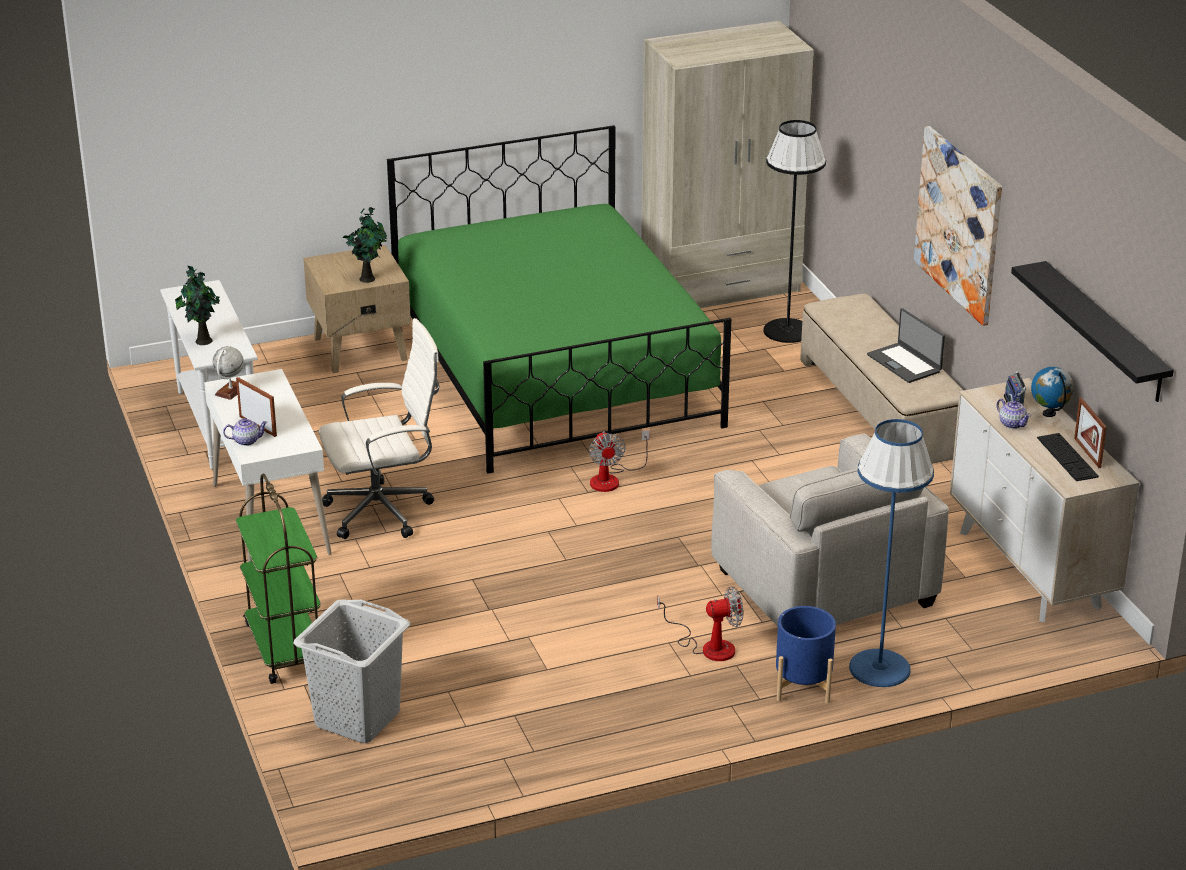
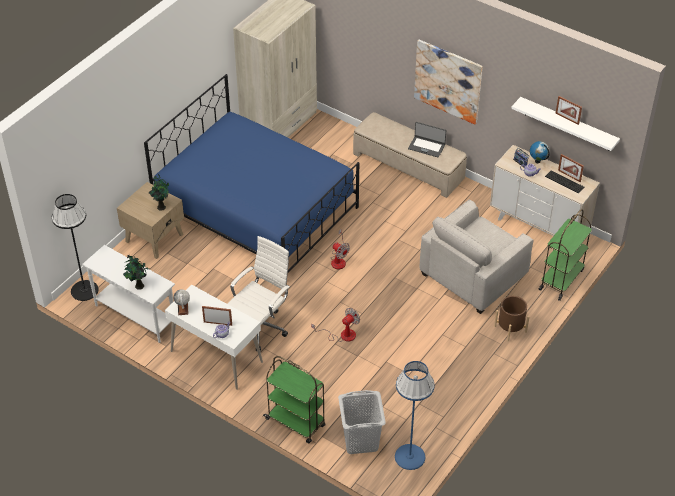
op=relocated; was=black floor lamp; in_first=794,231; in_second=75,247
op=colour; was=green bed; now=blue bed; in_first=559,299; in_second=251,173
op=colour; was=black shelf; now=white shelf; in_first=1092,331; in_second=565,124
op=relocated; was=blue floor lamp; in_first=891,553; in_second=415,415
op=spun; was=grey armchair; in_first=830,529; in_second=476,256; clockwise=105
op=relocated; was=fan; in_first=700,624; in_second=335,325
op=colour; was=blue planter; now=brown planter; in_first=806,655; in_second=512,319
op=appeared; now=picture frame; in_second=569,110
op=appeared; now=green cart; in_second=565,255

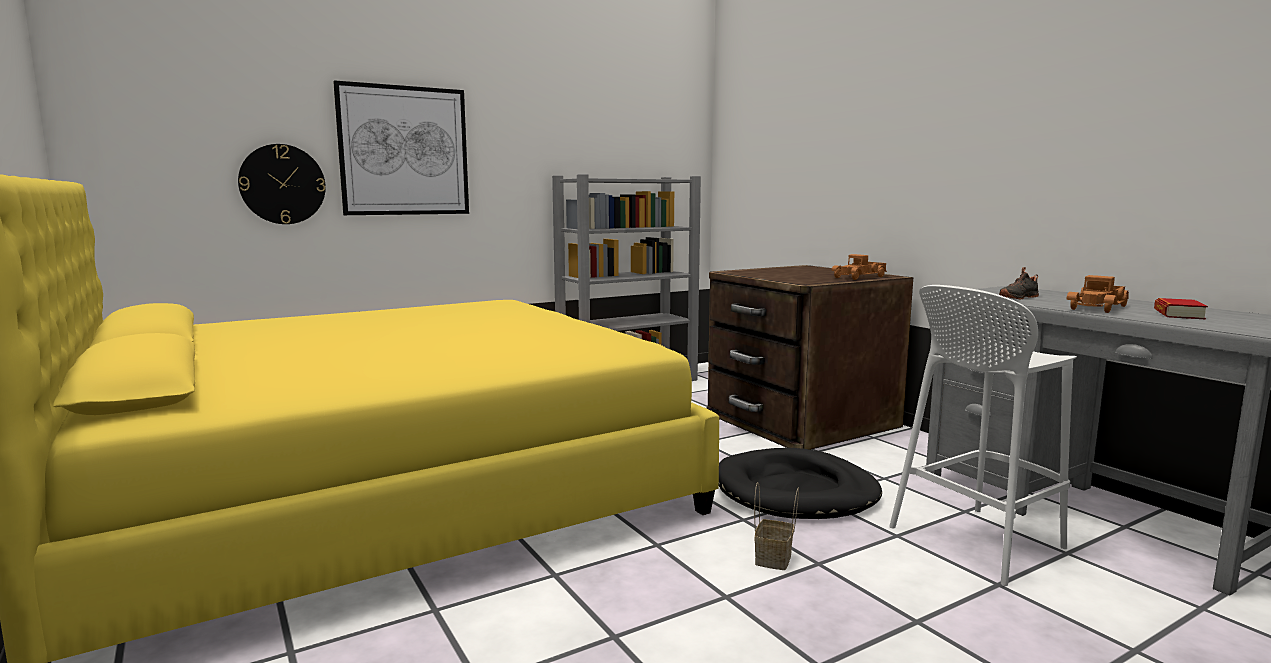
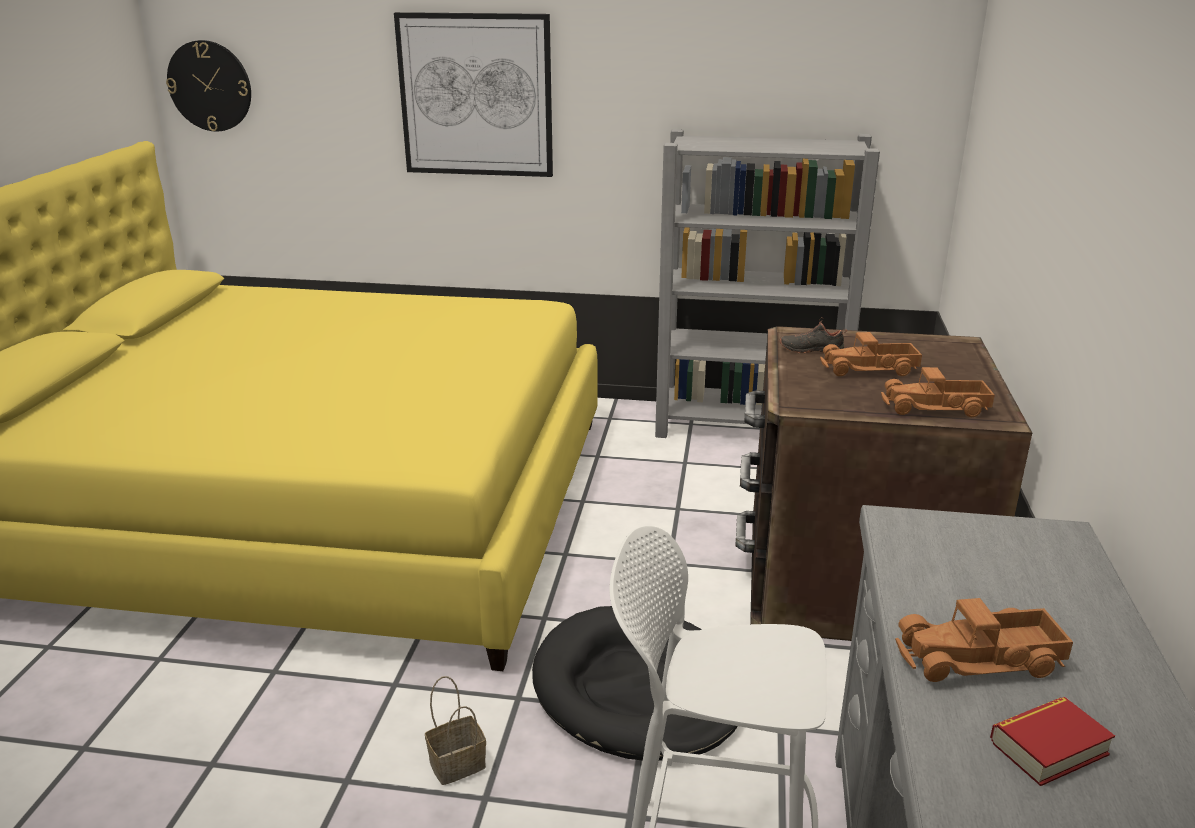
op=relocated; was=wall clock; in_first=282,184; in_second=208,86
op=relocated; was=black shoe; in_first=1019,283; in_second=813,335
op=appeared; now=toy truck; in_second=871,354

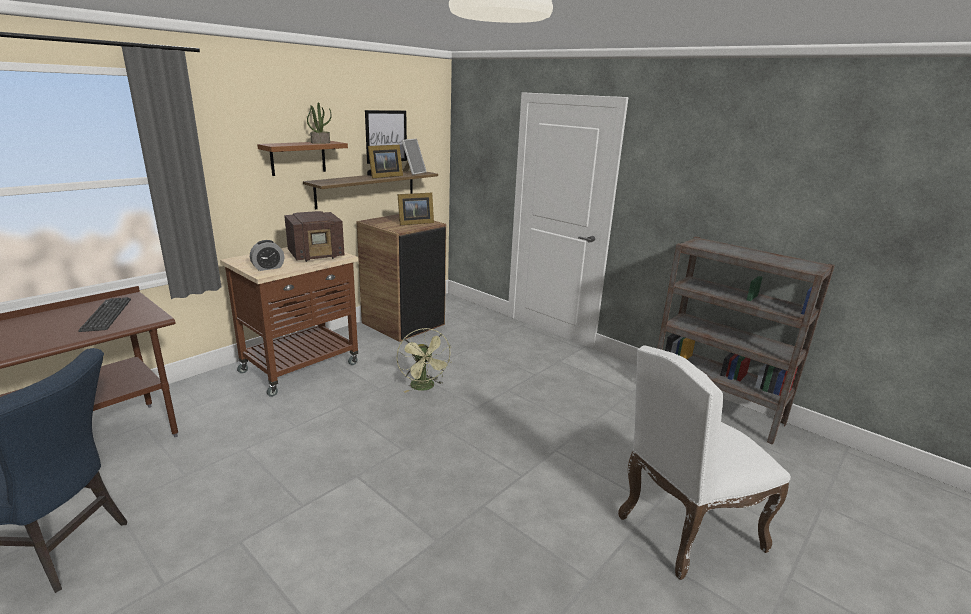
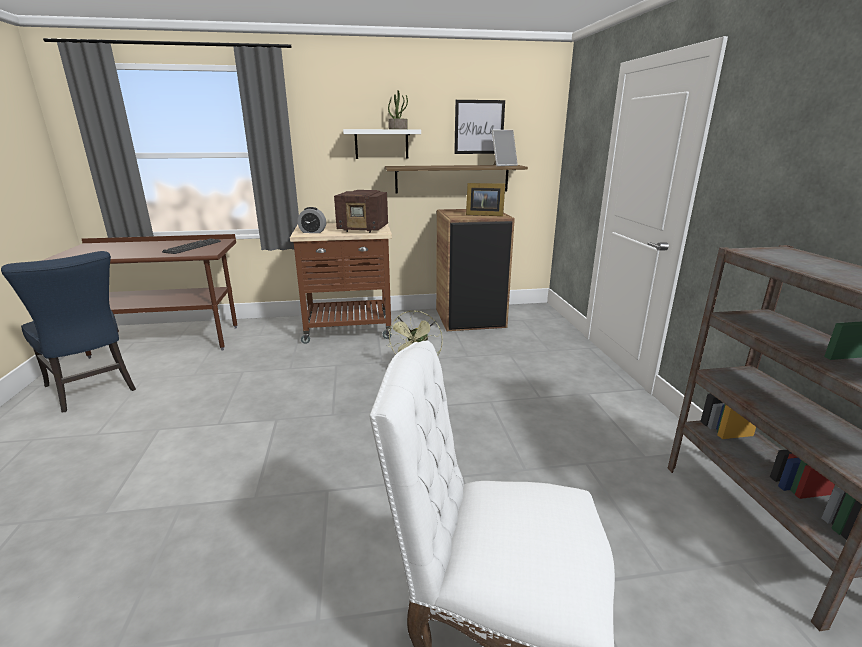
op=colour; was=brown shelf; now=white shelf; in_first=302,158; in_second=382,144
op=missing; was=picture frame; in_first=385,162

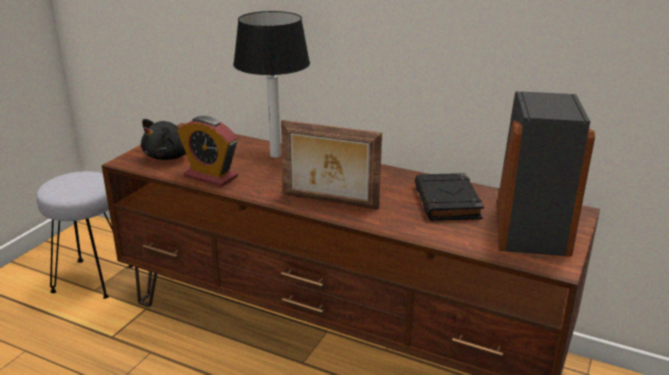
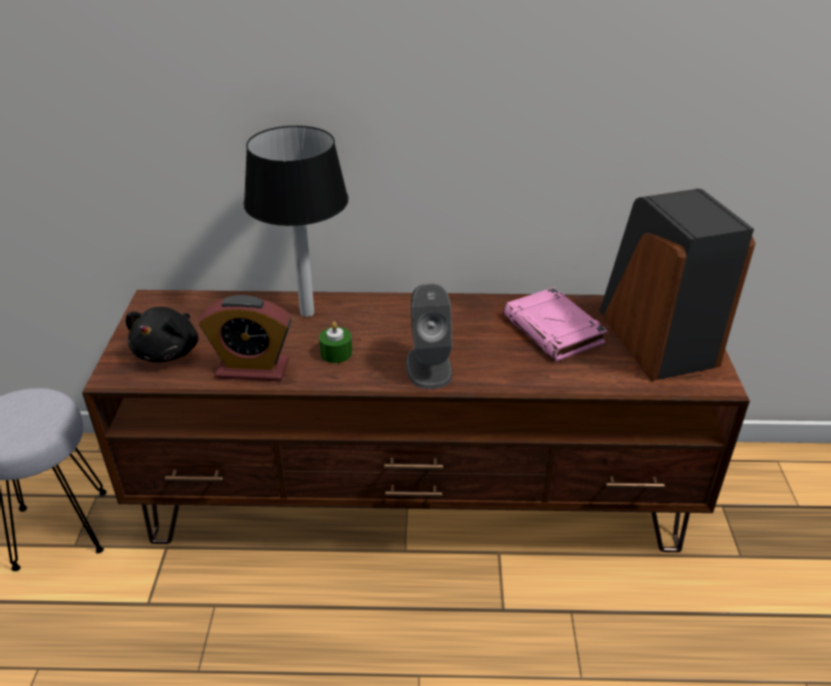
op=exchanged; was=picture frame; now=grey speaker; in_first=331,165; in_second=429,336
op=colour; was=black book; now=pink book; in_first=449,197; in_second=555,324
op=appeared; now=green candle; in_second=335,342

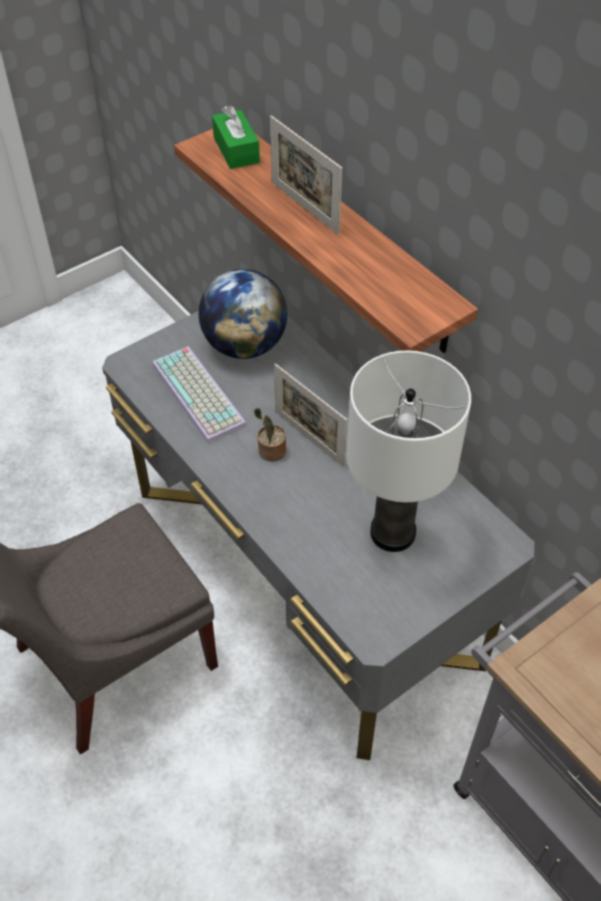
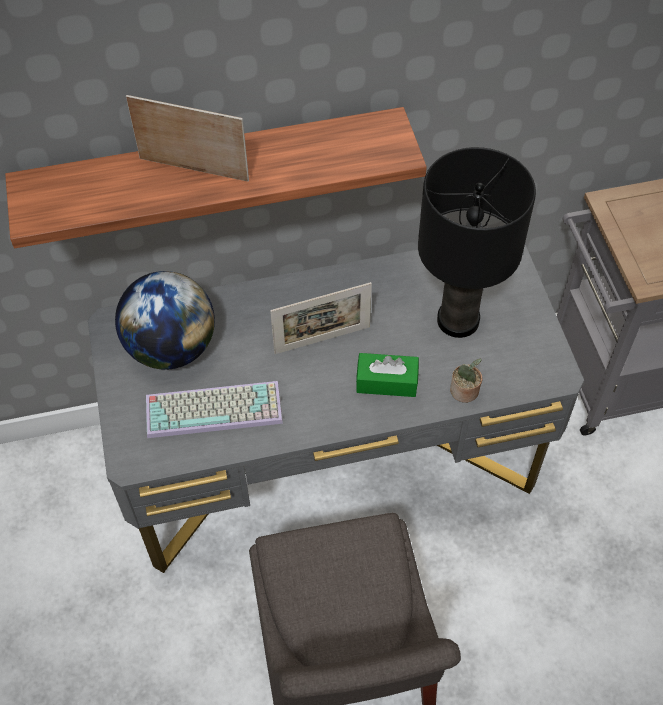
op=relocated; was=green tissue box; in_first=236,137; in_second=387,375
op=spun; was=picture frame; in_first=306,175; in_second=187,138; clockwise=-150
op=colour; was=white table lamp; now=black table lamp; in_first=408,451; in_second=477,242
op=relocated; was=potted plant; in_first=270,435; in_second=466,380

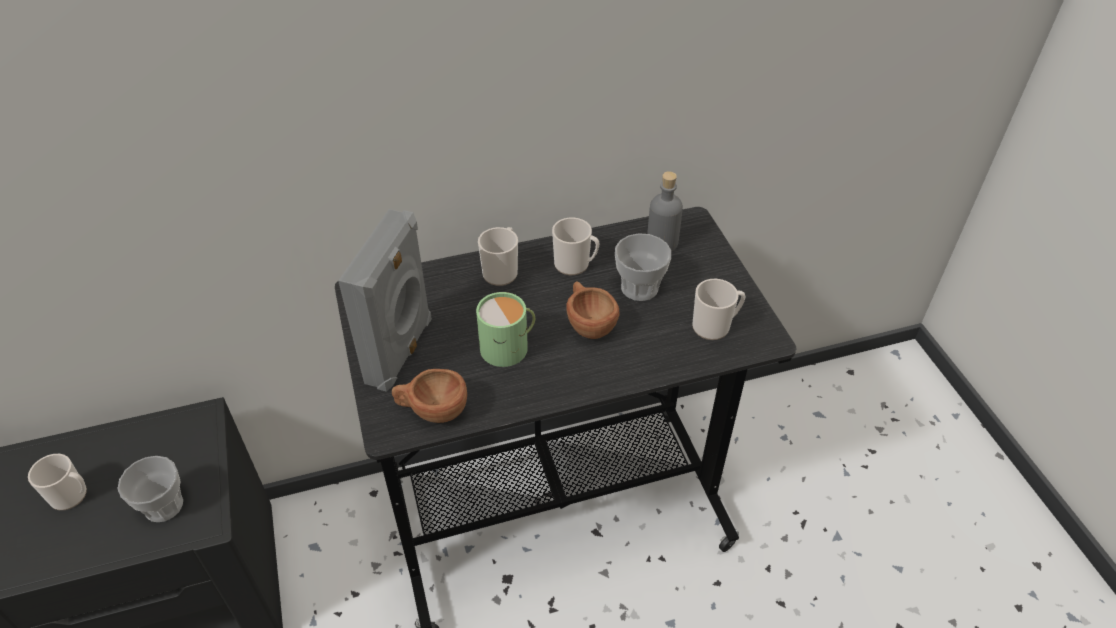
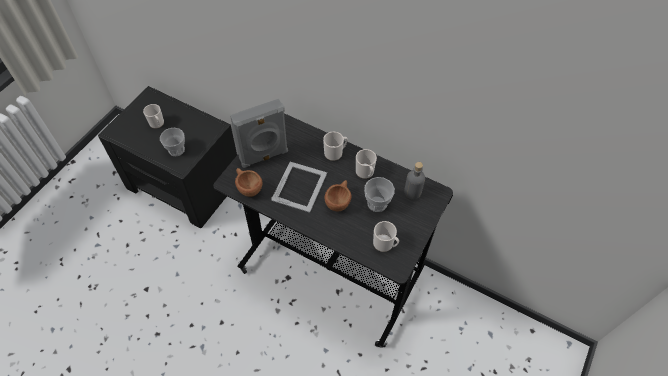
op=exchanged; was=green mug; now=picture frame; in_first=505,329; in_second=299,187

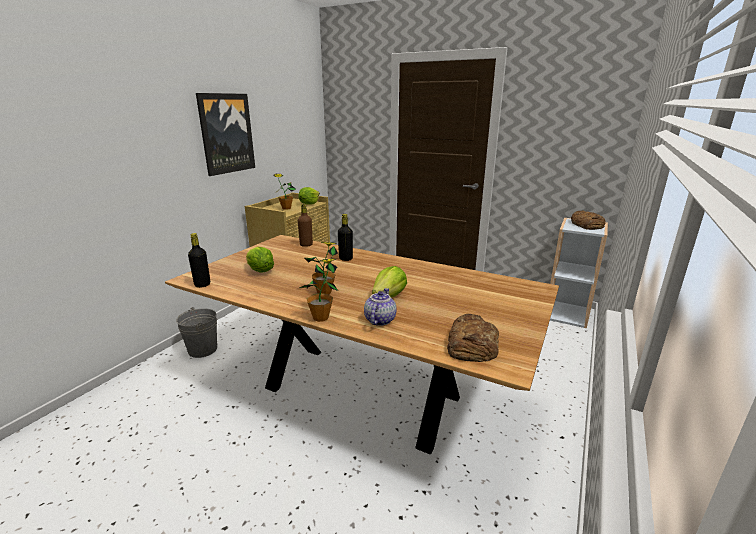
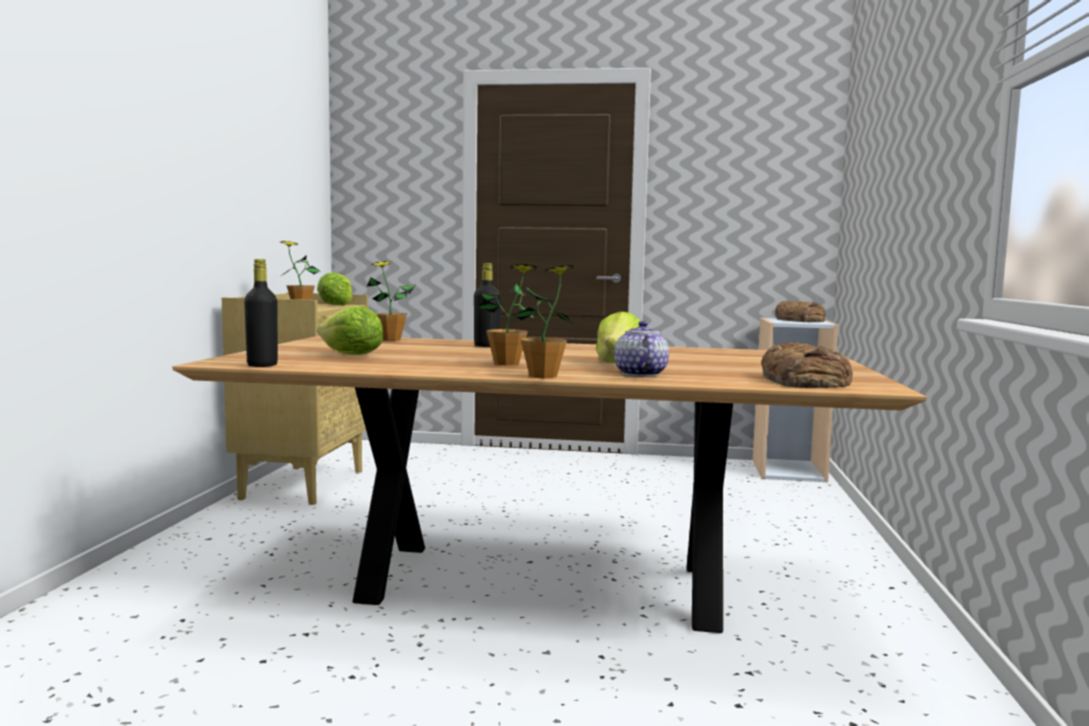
op=missing; was=picture; in_first=225,134
op=exchanged; was=brown bottle; now=potted plant; in_first=305,225; in_second=391,301
op=missing; was=grey bucket; in_first=196,332

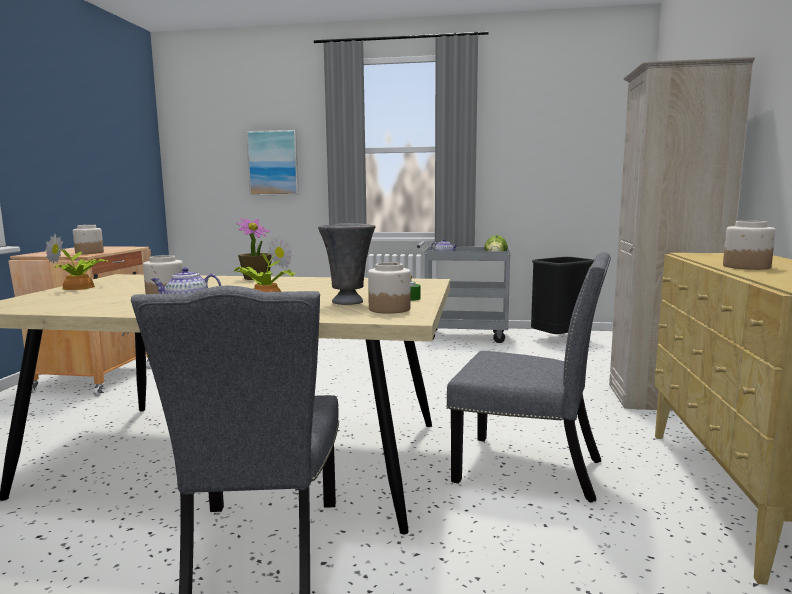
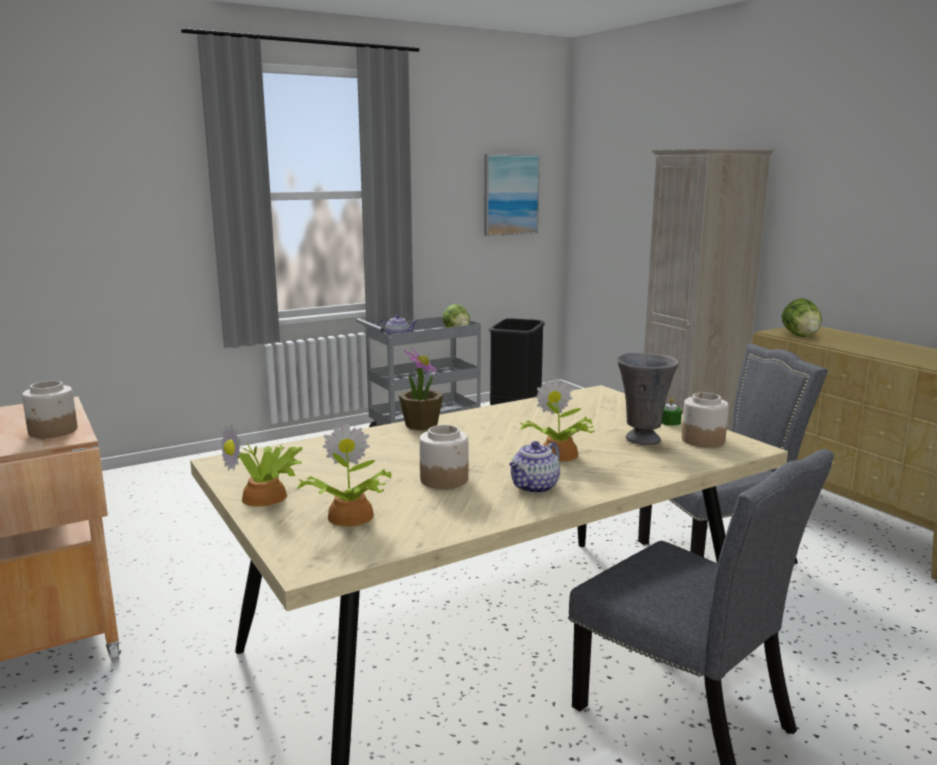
op=relocated; was=picture; in_first=272,162; in_second=512,195
op=missing; was=jar; in_first=749,245
op=appeared; now=lettuce; in_second=802,317
op=appeared; now=potted plant; in_second=344,475

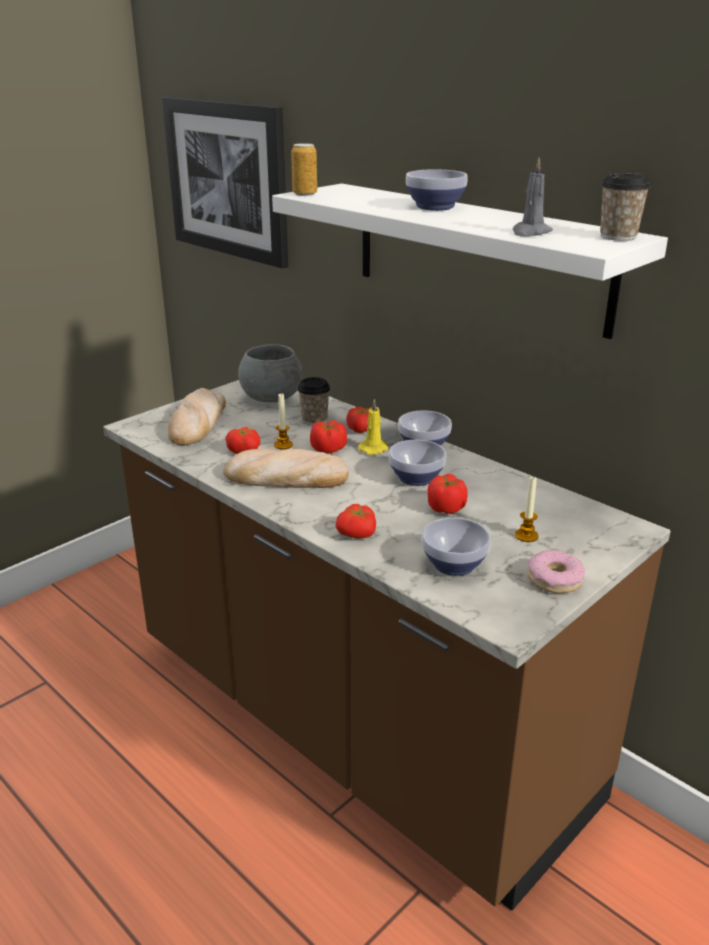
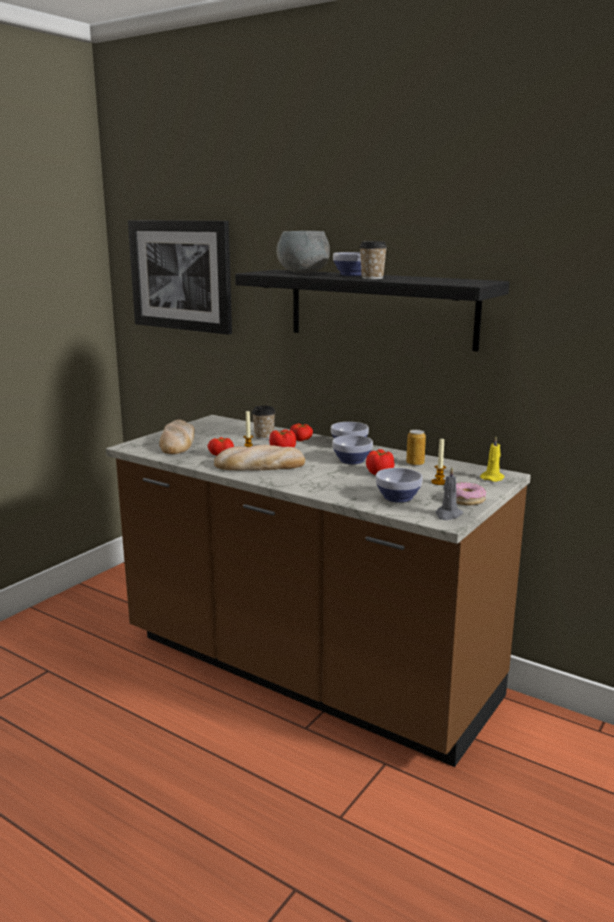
op=relocated; was=can; in_first=304,169; in_second=416,448
op=relocated; was=grey candle; in_first=533,197; in_second=449,493
op=relocated; was=cup; in_first=625,207; in_second=373,260
op=colour; was=white shelf; now=black shelf; in_first=470,261; in_second=372,311
op=relocated; was=grey bowl; in_first=270,373; in_second=303,252
op=relocated; was=yellow candle; in_first=373,427; in_second=492,459
op=missing; was=tomato; in_first=356,521

